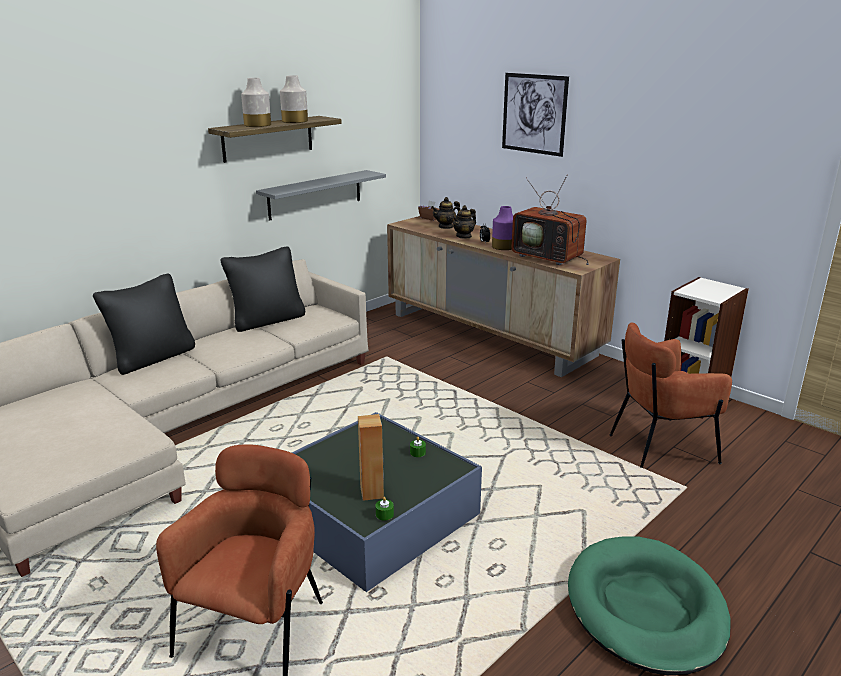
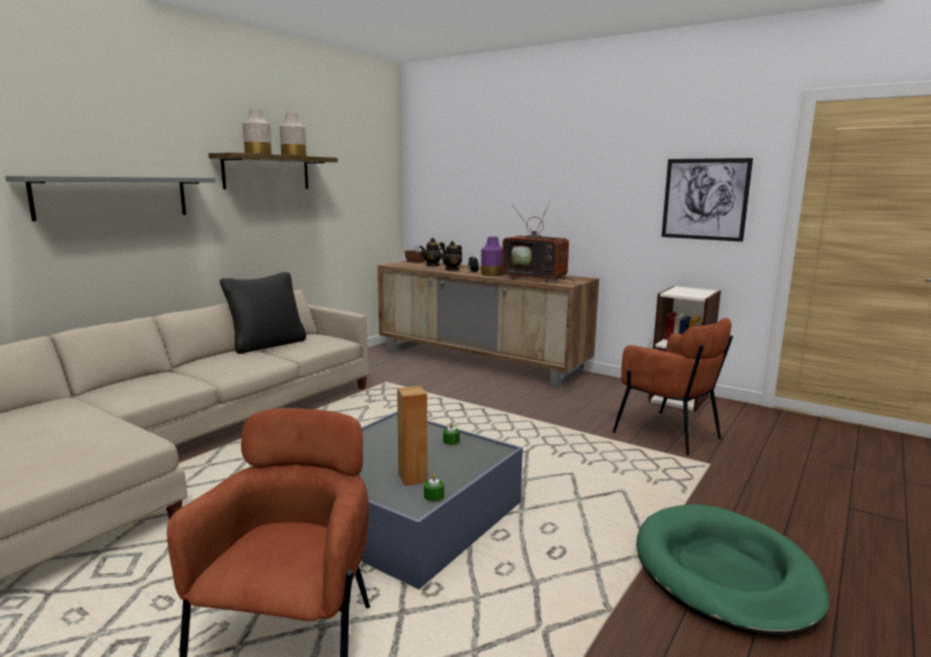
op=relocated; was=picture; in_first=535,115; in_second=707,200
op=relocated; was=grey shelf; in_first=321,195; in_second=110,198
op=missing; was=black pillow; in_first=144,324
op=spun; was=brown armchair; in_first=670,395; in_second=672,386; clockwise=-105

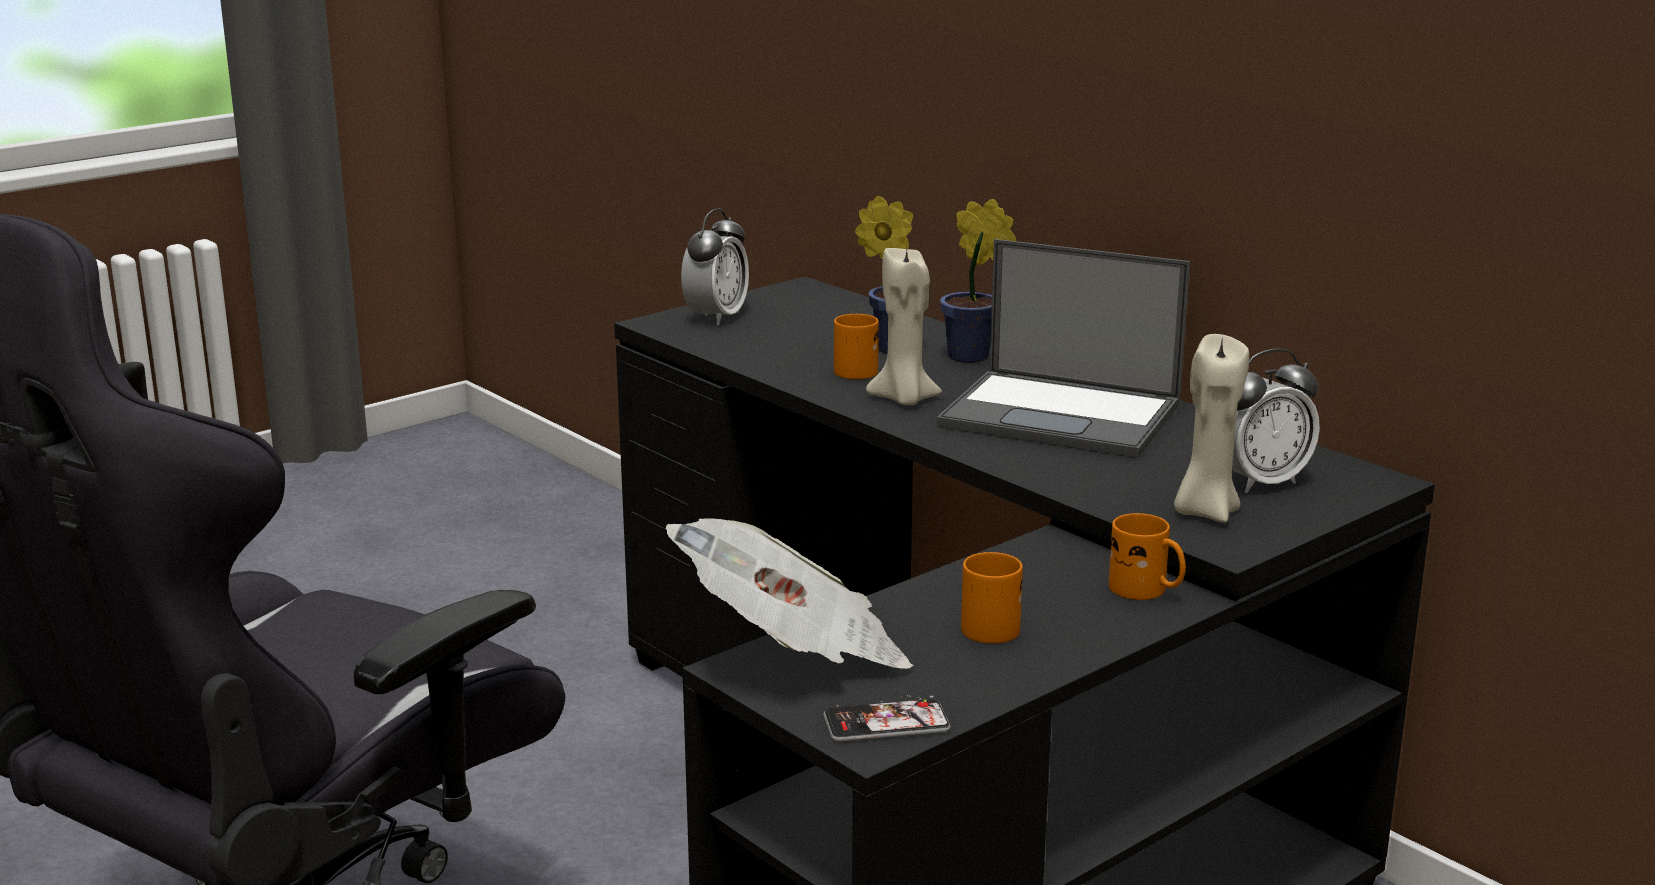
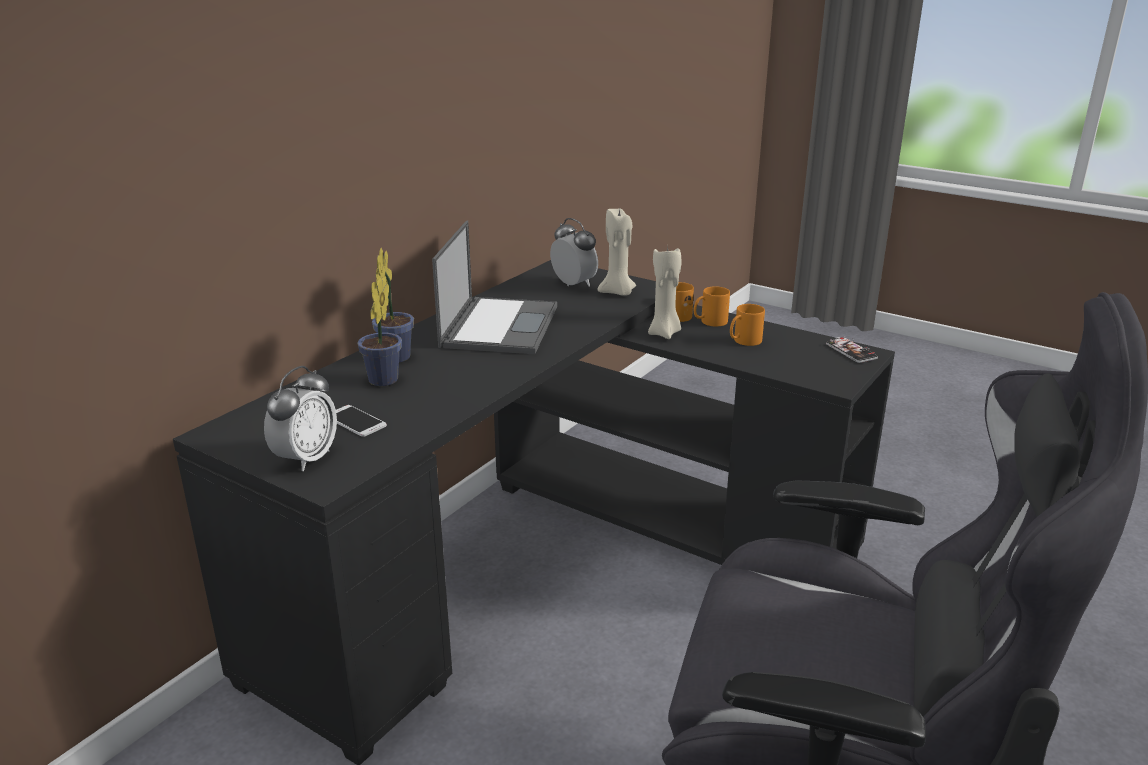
op=spun; was=alarm clock; in_first=715,267; in_second=300,418; clockwise=105
op=relocated; was=beige candle; in_first=904,326; in_second=664,293
op=relocated; was=orange mug; in_first=856,346; in_second=712,306
op=missing; was=newspaper; in_first=789,593
op=appeared; now=phone; in_second=361,421

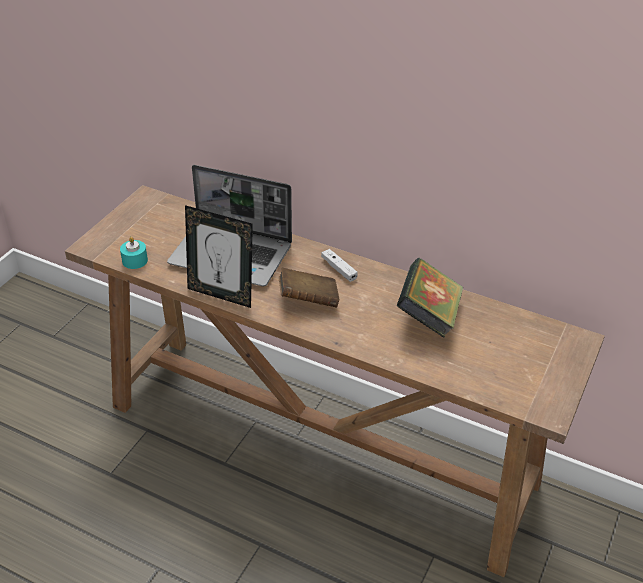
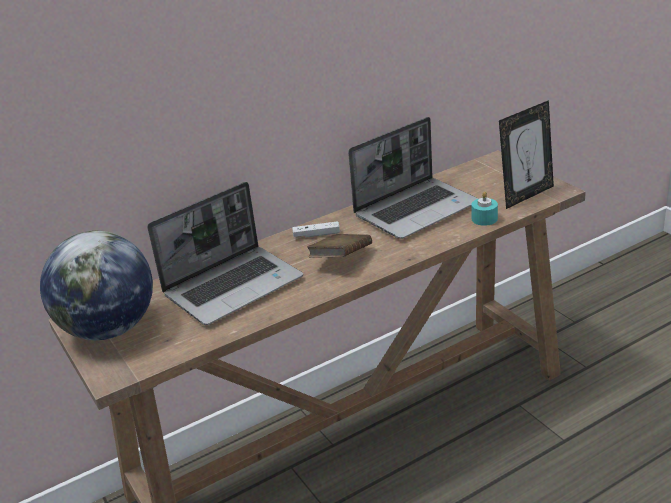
op=relocated; was=picture frame; in_first=219,256; in_second=526,154
op=relocated; was=turquoise candle; in_first=134,253; in_second=484,208
op=exchanged; was=book; now=laptop; in_first=429,298; in_second=413,178
op=appeared; now=globe; in_second=96,285

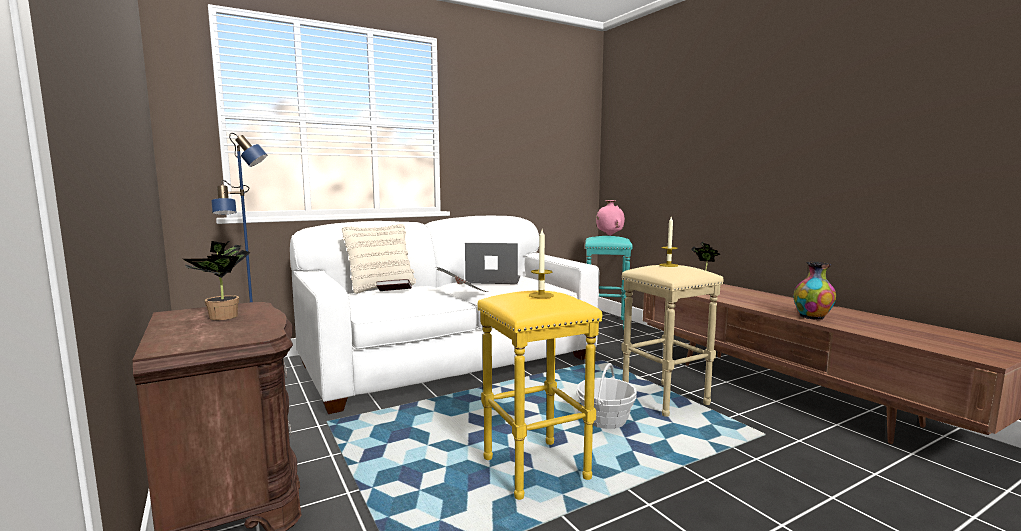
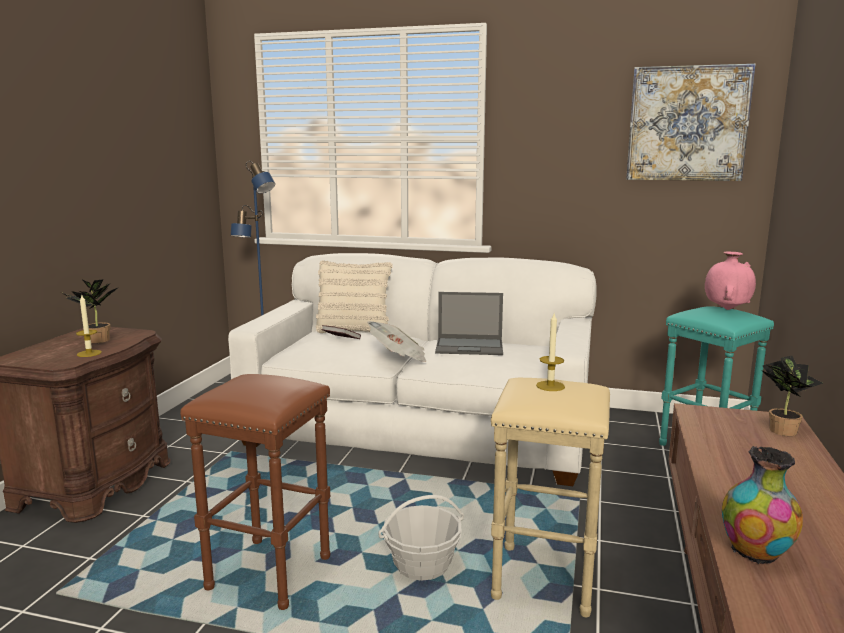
op=relocated; was=candle; in_first=541,264; in_second=89,326
op=spun; was=laptop; in_first=492,263; in_second=469,323; clockwise=135
op=colour; was=yellow stool; now=brown stool; in_first=540,395; in_second=255,492
op=appeared; now=picture; in_second=690,122

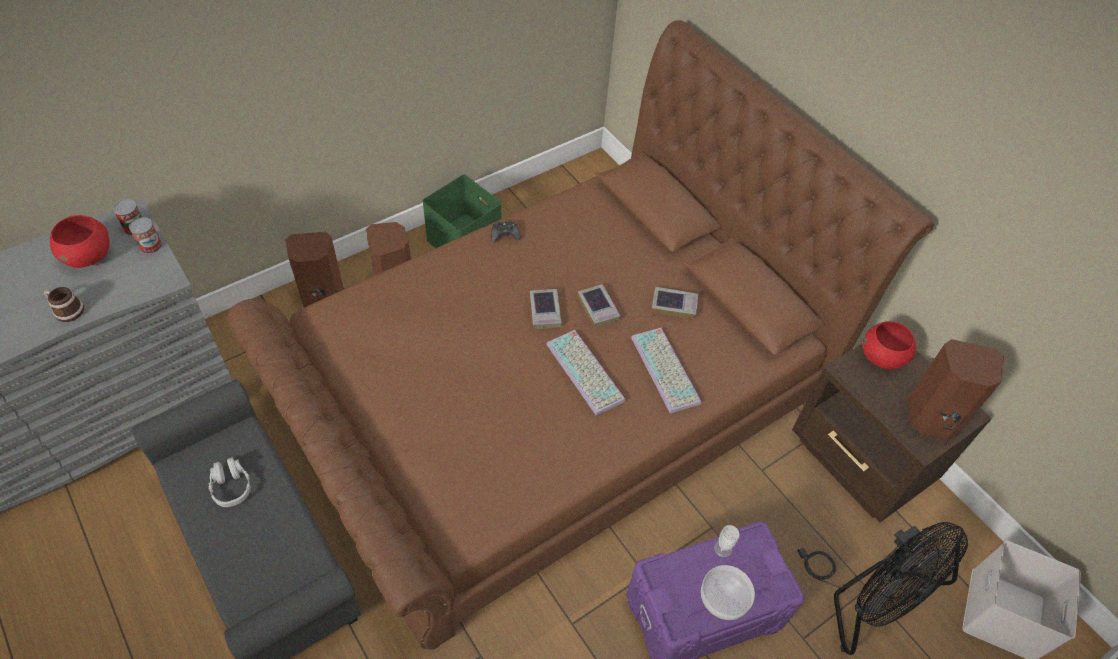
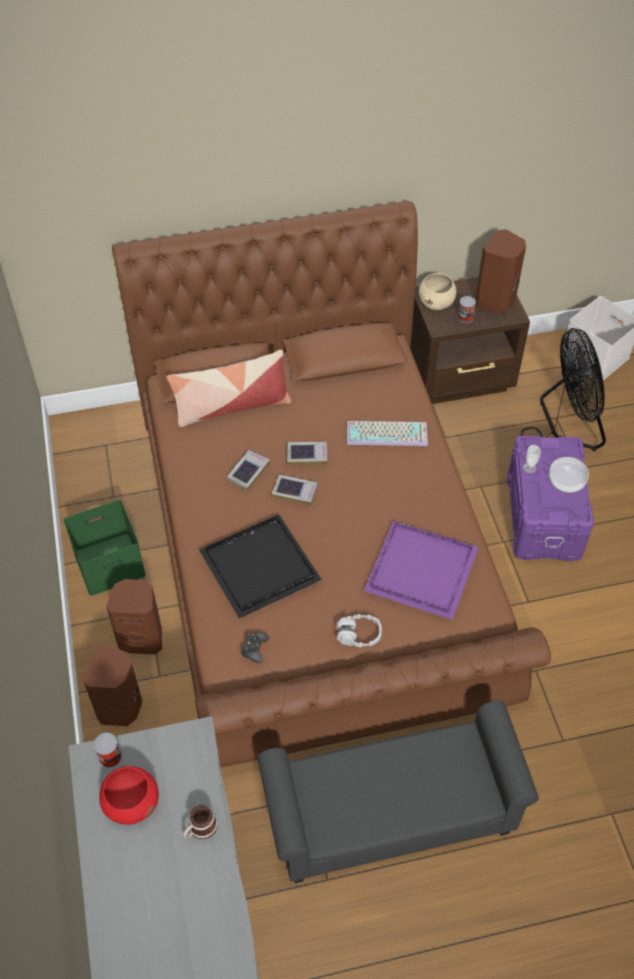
op=relocated; was=can; in_first=145,235; in_second=467,309
op=relocated; was=black game controller; in_first=506,231; in_second=255,647
op=relocated; was=book; in_first=674,303; in_second=248,470
op=colour; was=red bowl; now=beige bowl; in_first=889,345; in_second=437,291
op=missing; was=keyboard; in_first=585,372
op=relocated; was=grey headphones; in_first=229,482; in_second=359,630
op=appeared; now=pillow; in_second=229,388
op=appeared; now=black tray; in_second=260,566
op=appeared; now=purple tray; in_second=421,570

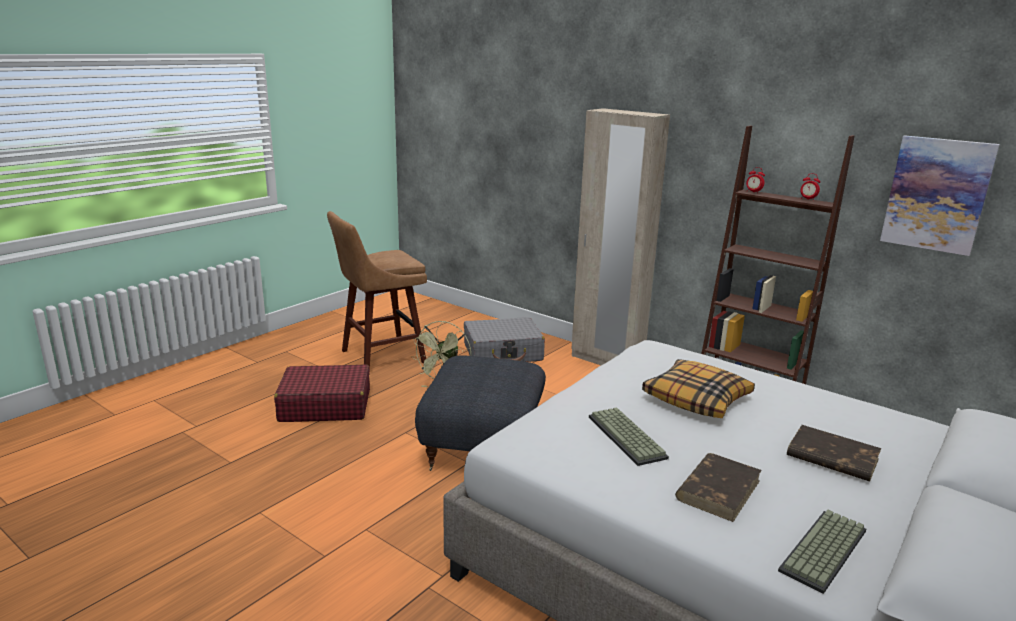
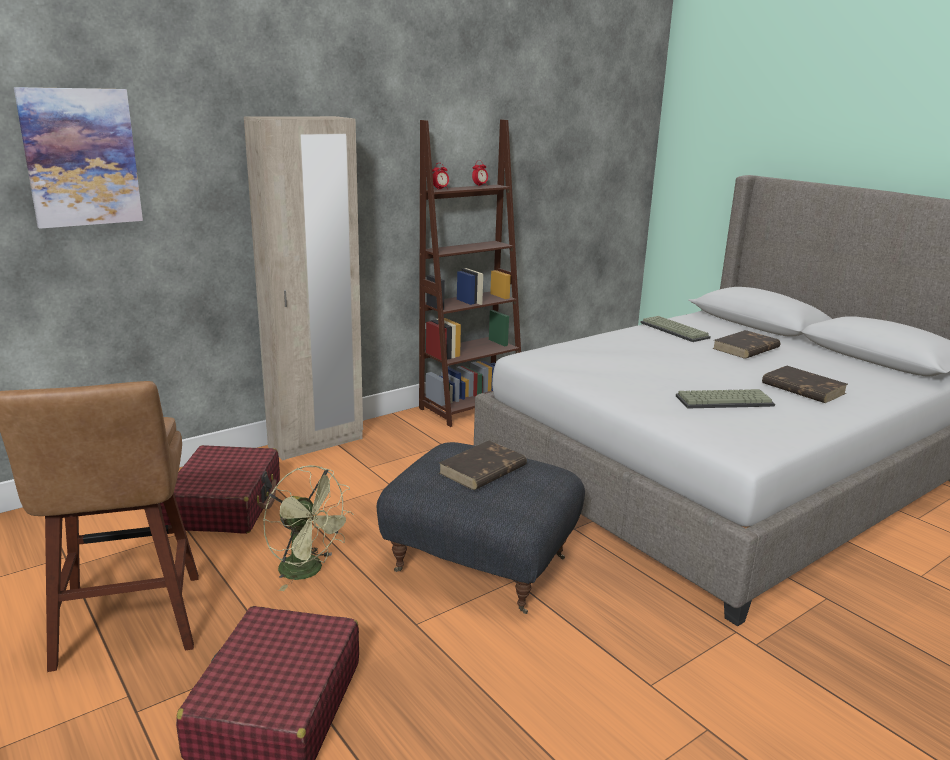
op=relocated; was=picture; in_first=940,195; in_second=78,158
op=colour; was=grey suitcase; now=red suitcase; in_first=504,339; in_second=220,489
op=missing; was=pillow; in_first=698,388
op=relocated; was=keyboard; in_first=822,552; in_second=675,329
op=appeared; now=brown book; in_second=483,465

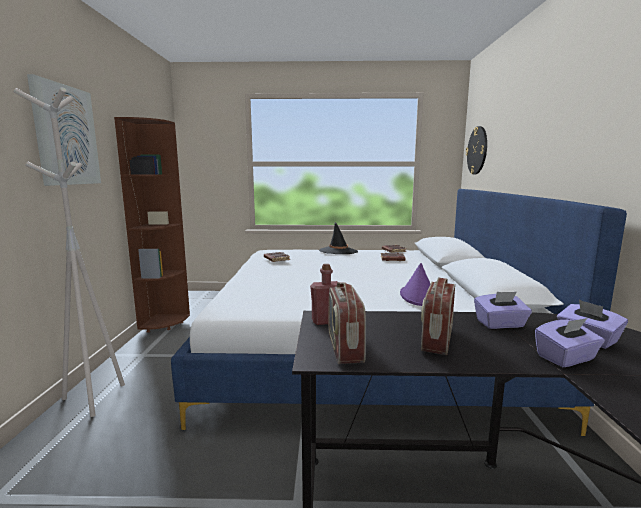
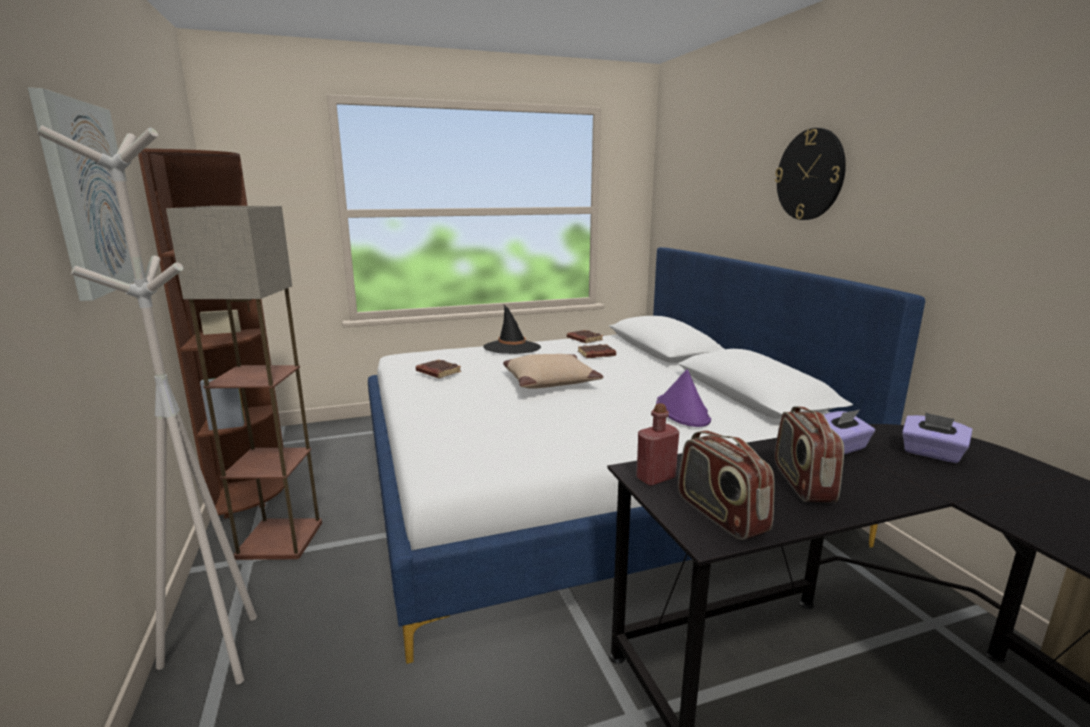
op=relocated; was=wall clock; in_first=476,150; in_second=810,174
op=missing; was=purple tissue box; in_first=570,342
op=appeared; now=floor lamp; in_second=244,383
op=appeared; now=beige pillow; in_second=553,371

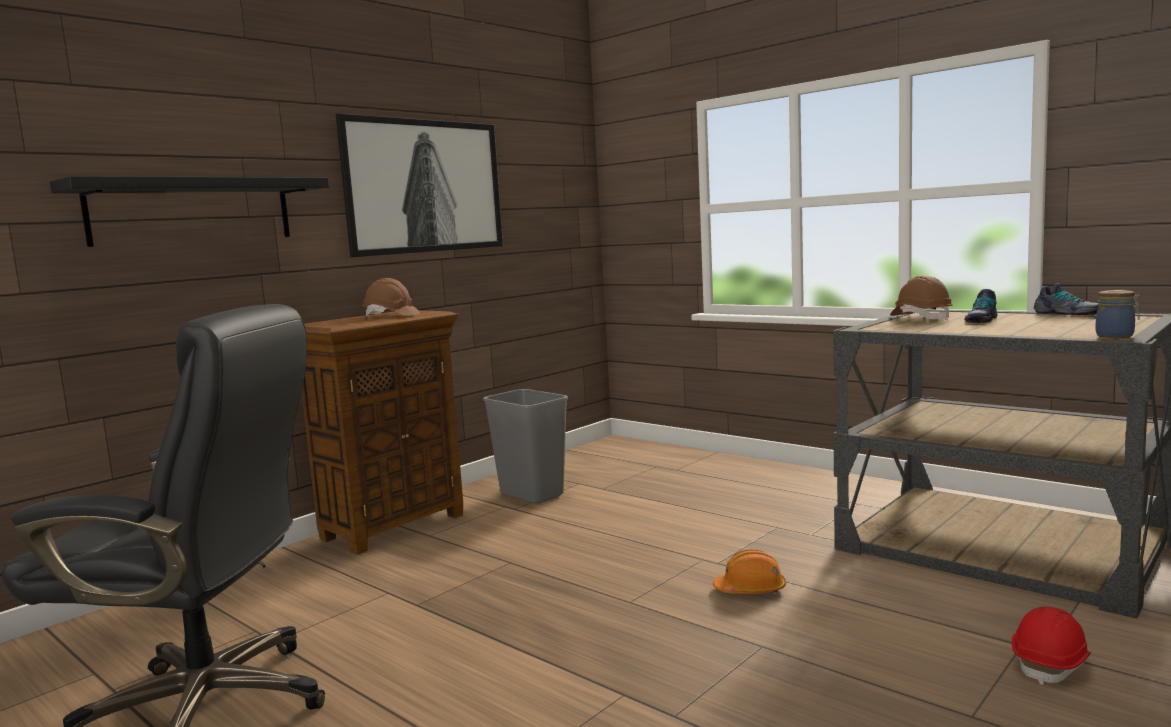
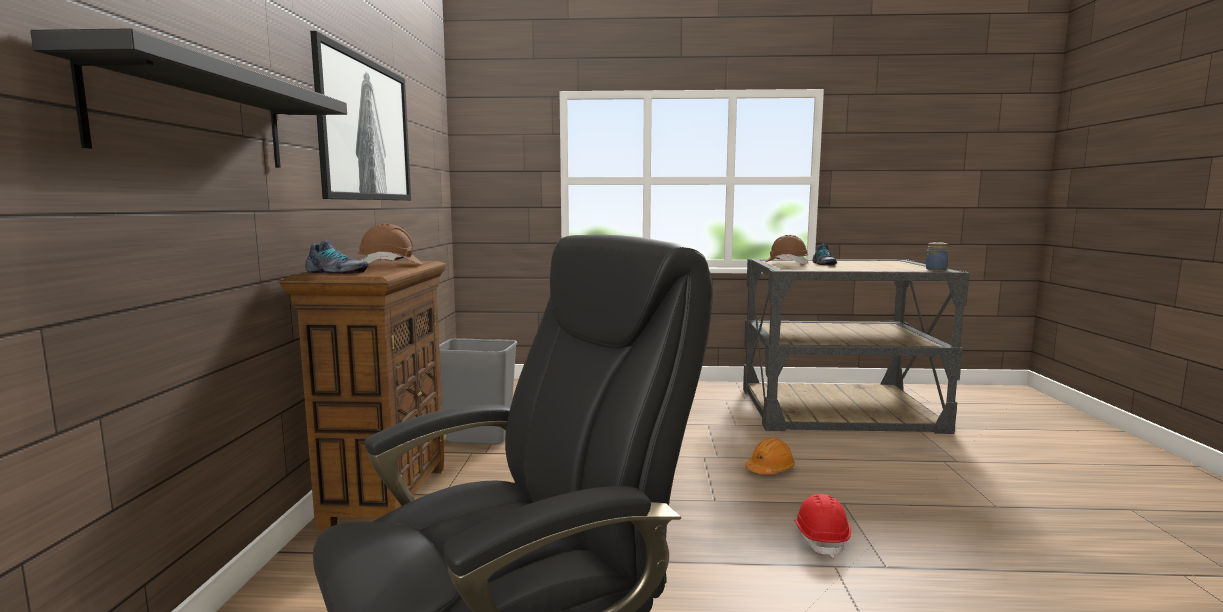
op=relocated; was=shoe; in_first=1066,299; in_second=337,257
op=relocated; was=red hard hat; in_first=1051,646; in_second=822,526

